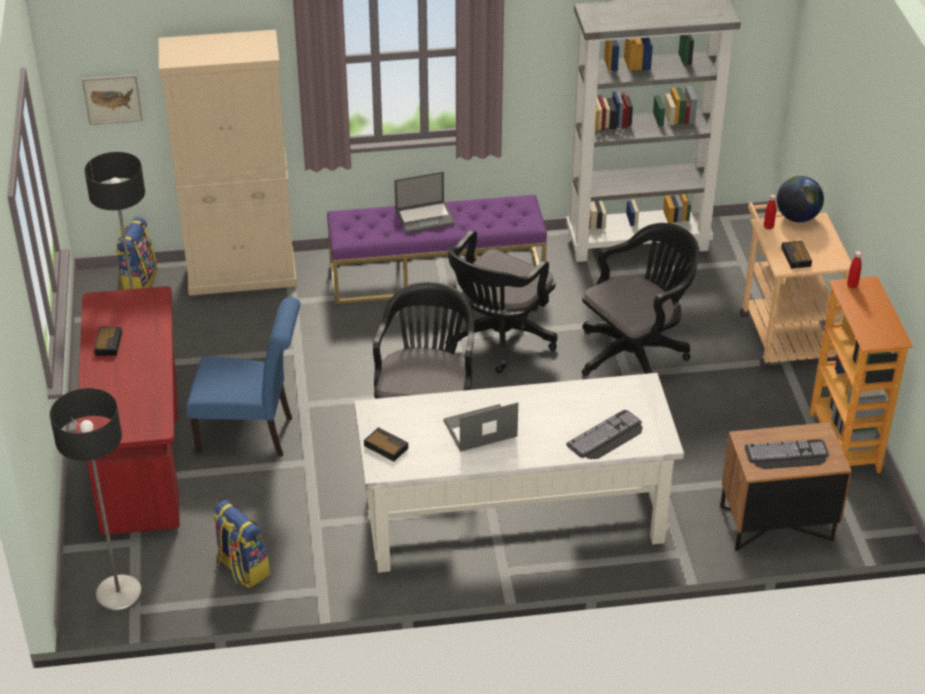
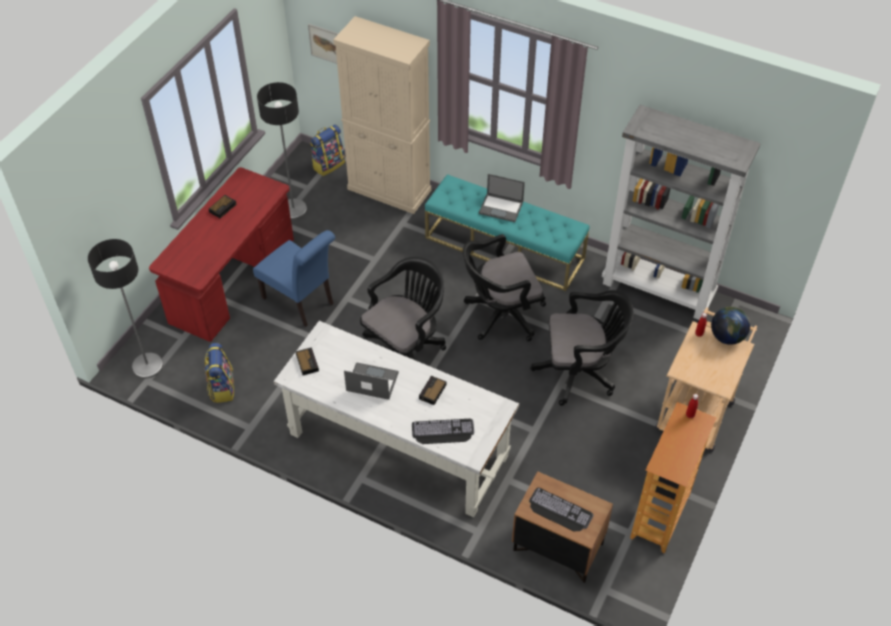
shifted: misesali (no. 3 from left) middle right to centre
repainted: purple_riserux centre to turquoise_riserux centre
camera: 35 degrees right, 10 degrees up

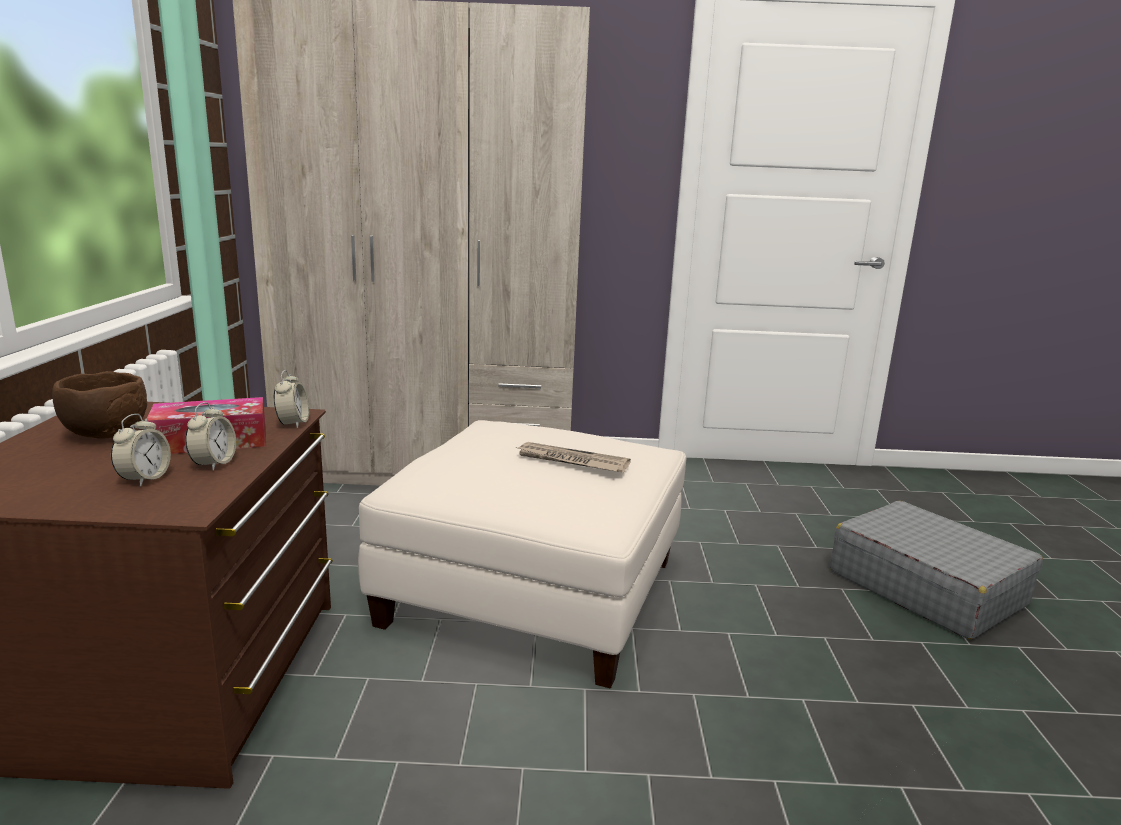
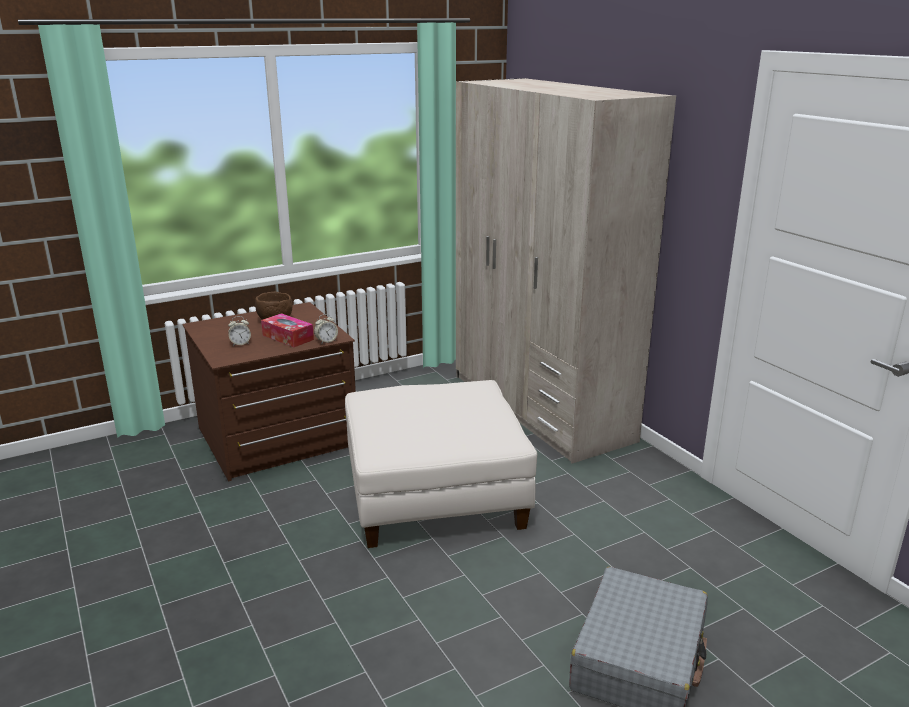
gone: misesali (no. 2 from left) middle left; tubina centre
camera: 60 degrees right, 5 degrees up

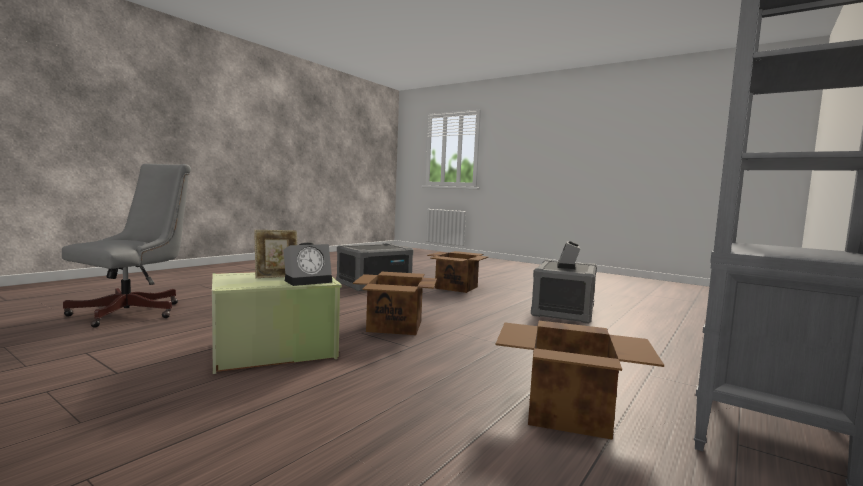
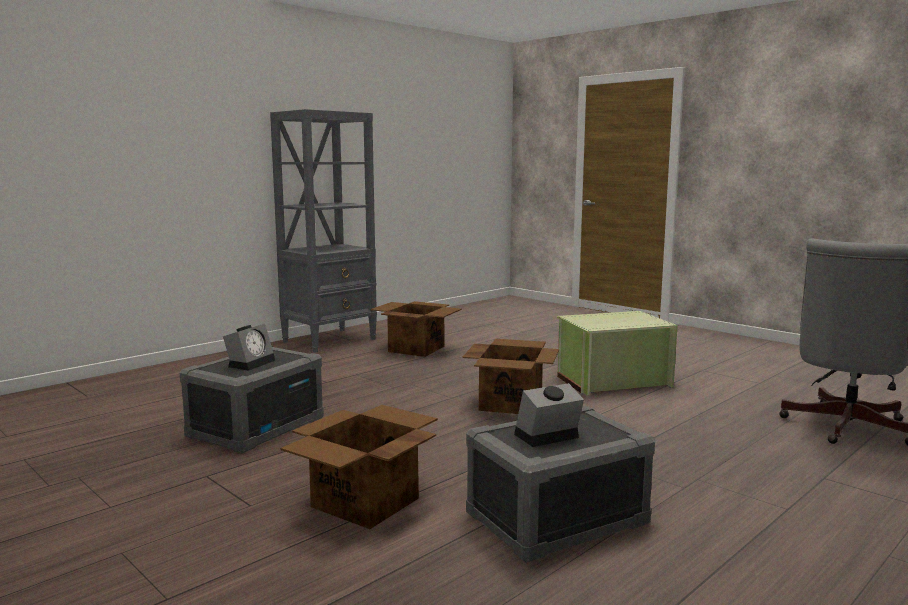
gone: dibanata middle left
shifted: misesali (no. 1 from left in the first image) centre to misesali (no. 2 from left) bottom centre
camera: 170 degrees left, 5 degrees up

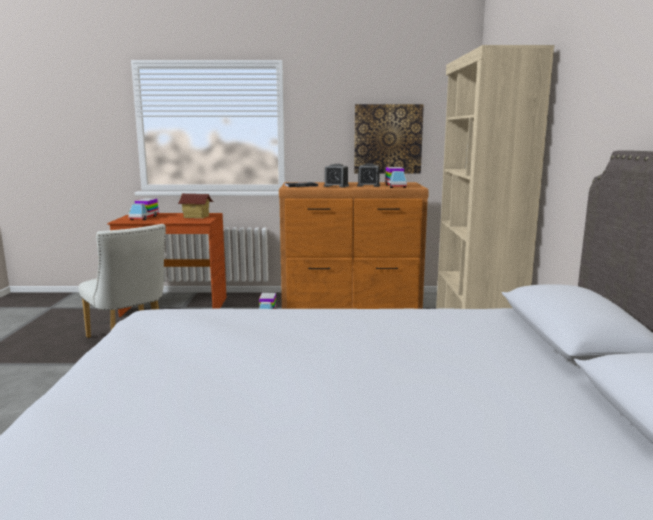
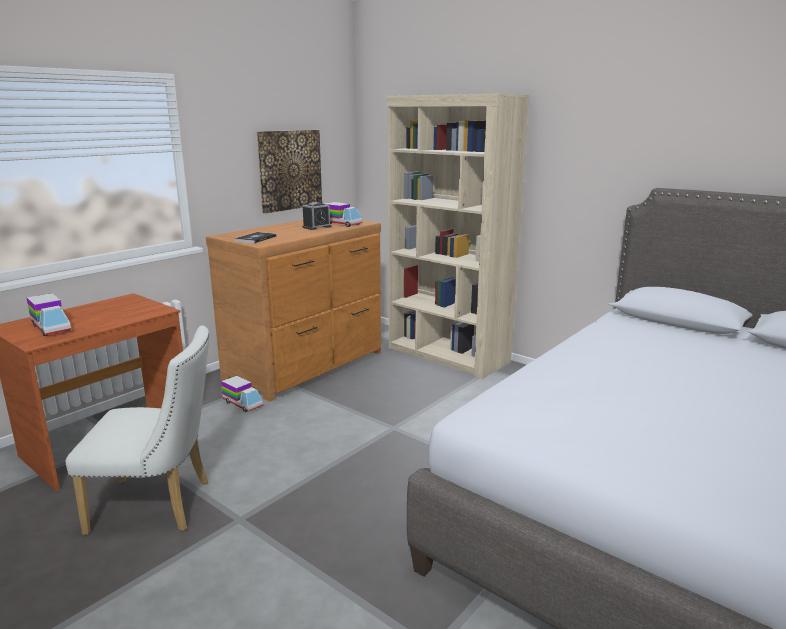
gone: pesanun middle left; misesali (no. 1 from left) centre
camera: 50 degrees left, 5 degrees up

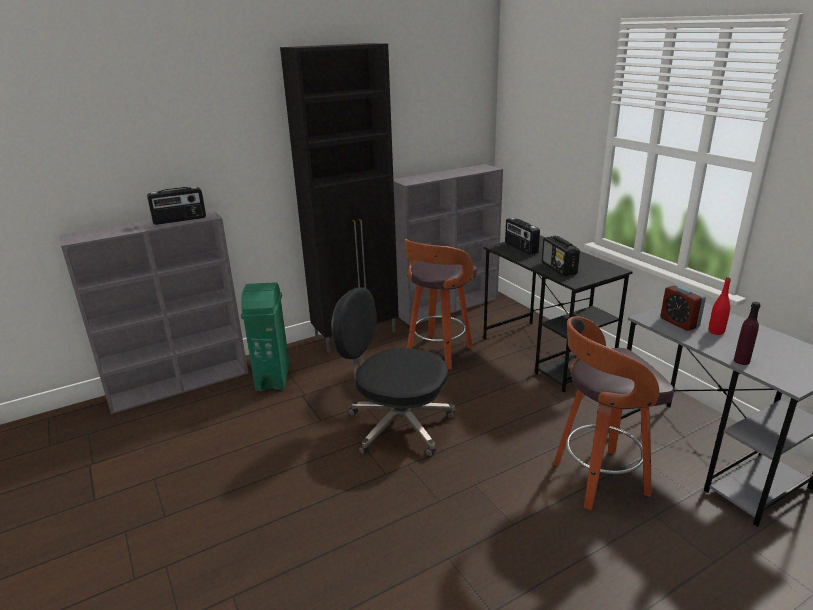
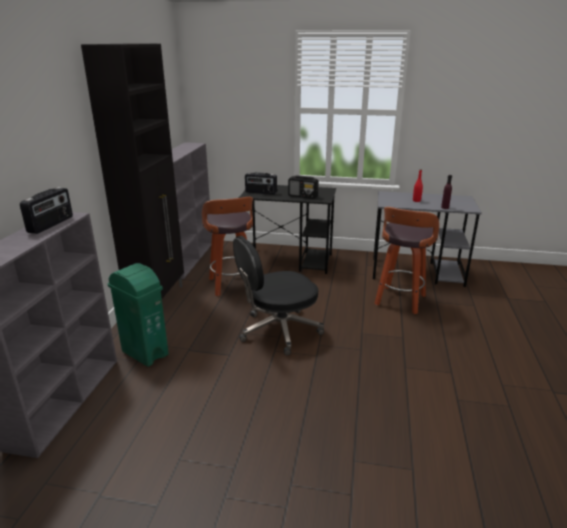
gone: misesali middle right
camera: 50 degrees left, 0 degrees up

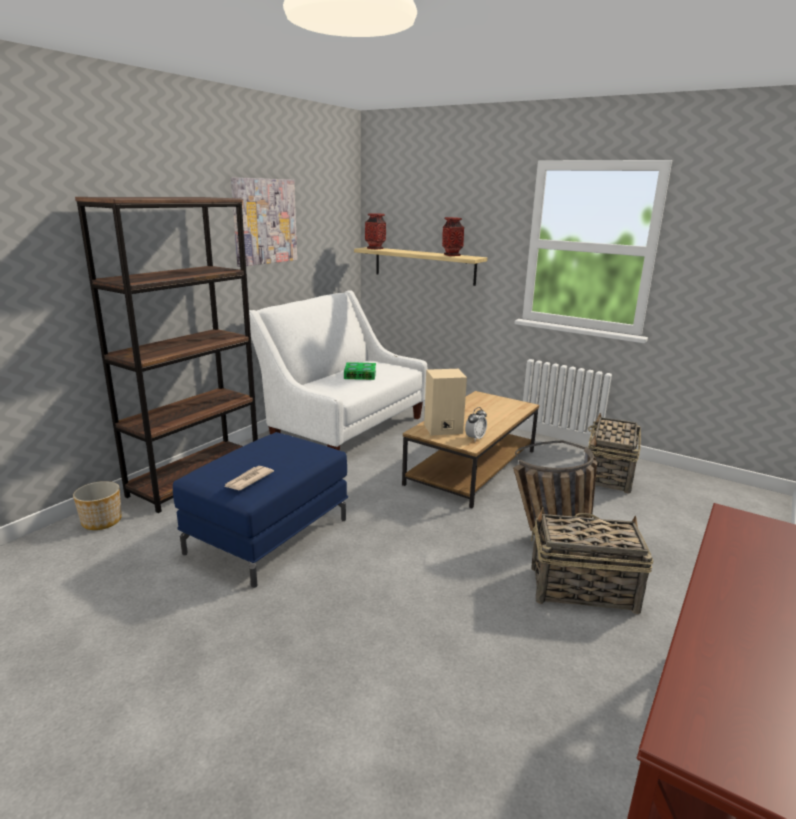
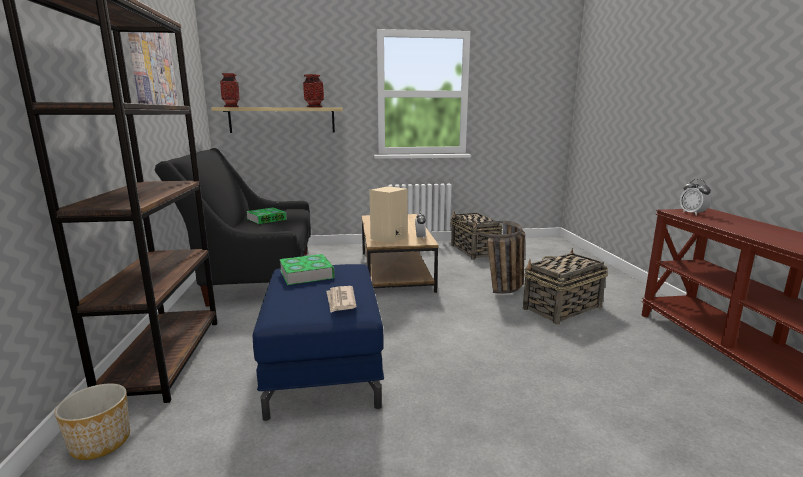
new: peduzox (no. 2 from left) centre; misesali (no. 2 from left) middle right
repainted: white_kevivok centre to black_kevivok middle left
camera: 40 degrees left, 5 degrees down

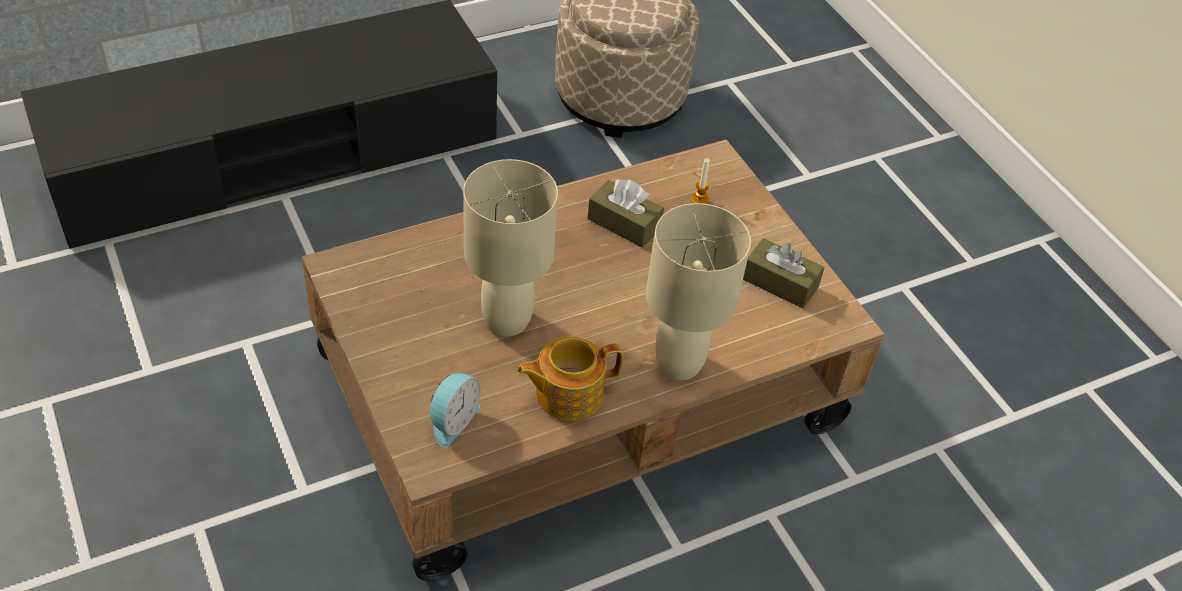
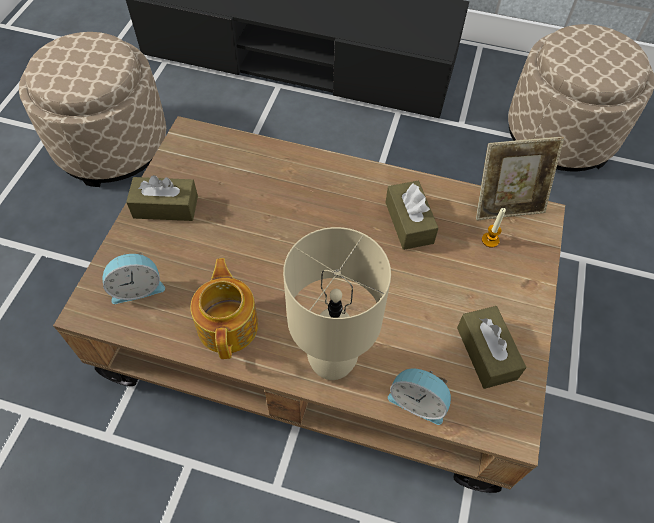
gone: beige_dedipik (no. 1 from left) centre
new: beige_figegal (no. 1 from left) top left; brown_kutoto (no. 1 from left) middle left; misesali (no. 2 from left) bottom centre; dibanata middle right
rotated: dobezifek centre = centre 60 degrees clockwise
camera: 45 degrees right, 10 degrees up

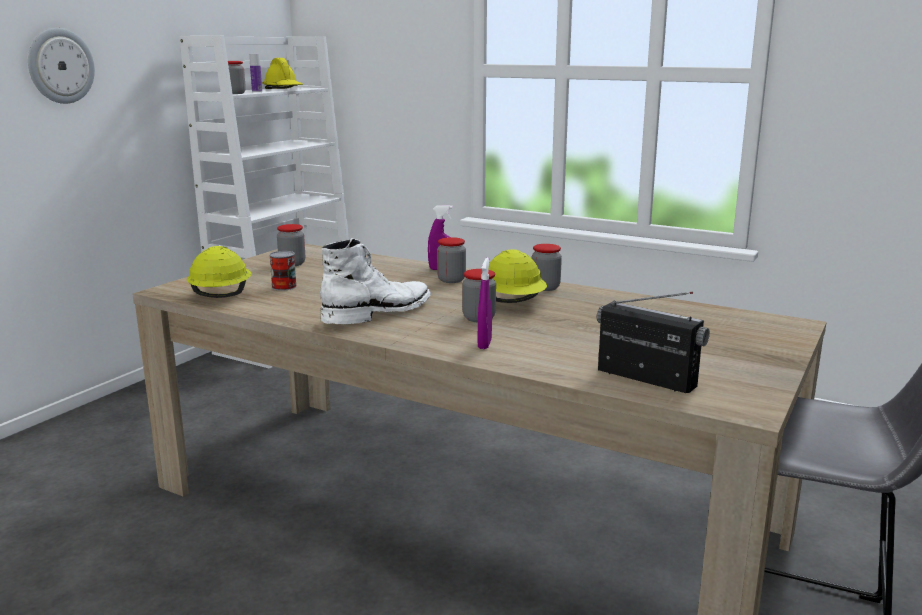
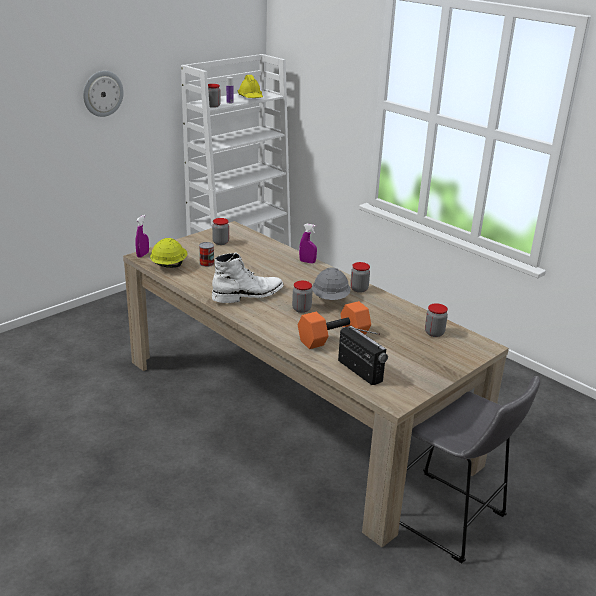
new: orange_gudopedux centre
shifted: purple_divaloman (no. 2 from left in the first image) centre to purple_divaloman (no. 1 from left) middle left; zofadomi (no. 3 from left in the first image) centre to zofadomi (no. 5 from left) middle right
repainted: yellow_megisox (no. 3 from left) centre to grey_megisox centre
camera: 15 degrees right, 10 degrees up

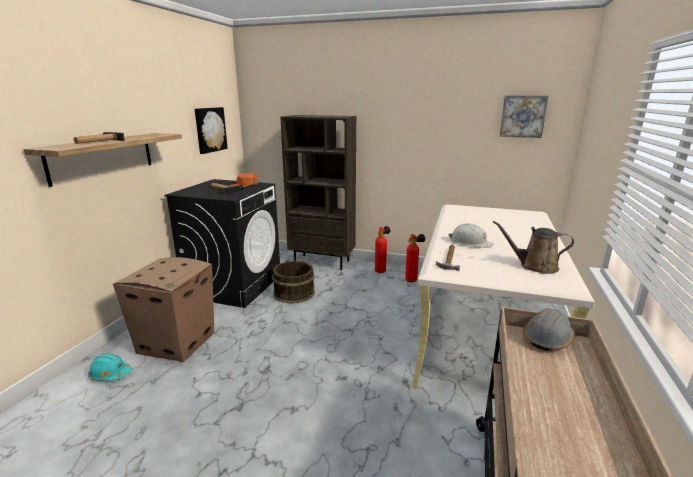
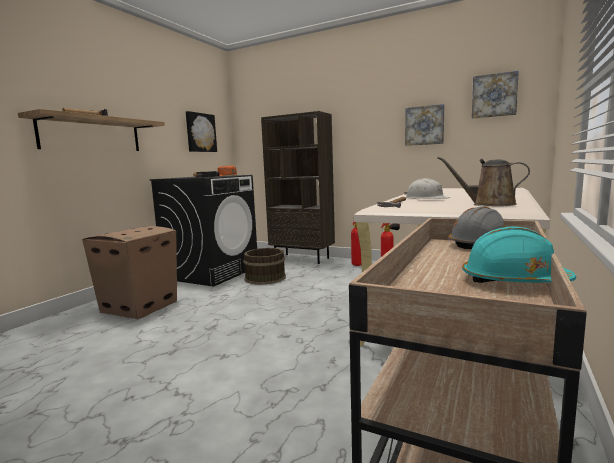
new: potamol (no. 2 from left) top right
shifted: turquoise_megisox bottom left to middle right
camera: 10 degrees right, 10 degrees down

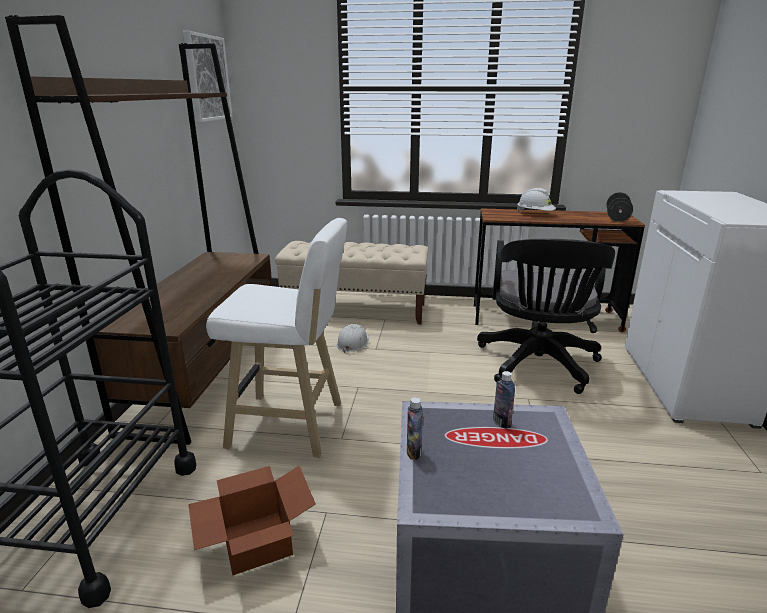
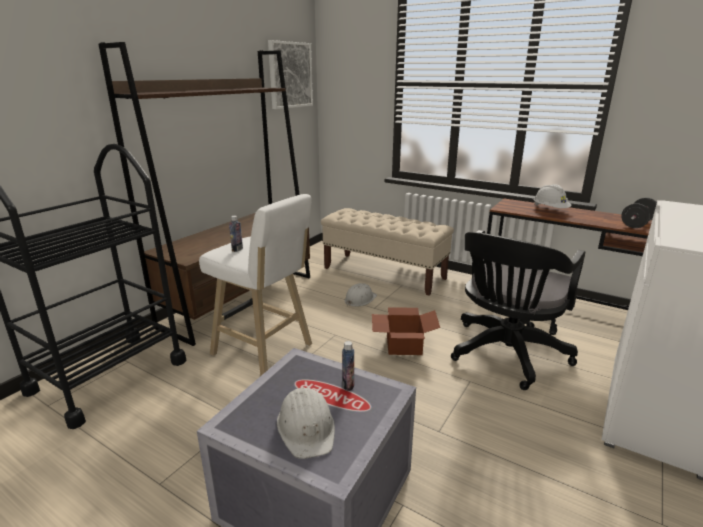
new: white_megisox (no. 1 from left) bottom centre
shifted: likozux (no. 1 from left) bottom centre to centre; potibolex bottom left to centre
camera: 25 degrees right, 0 degrees up

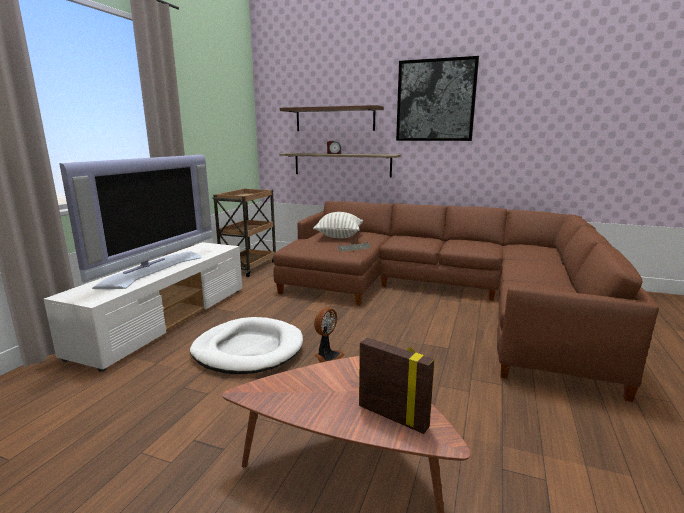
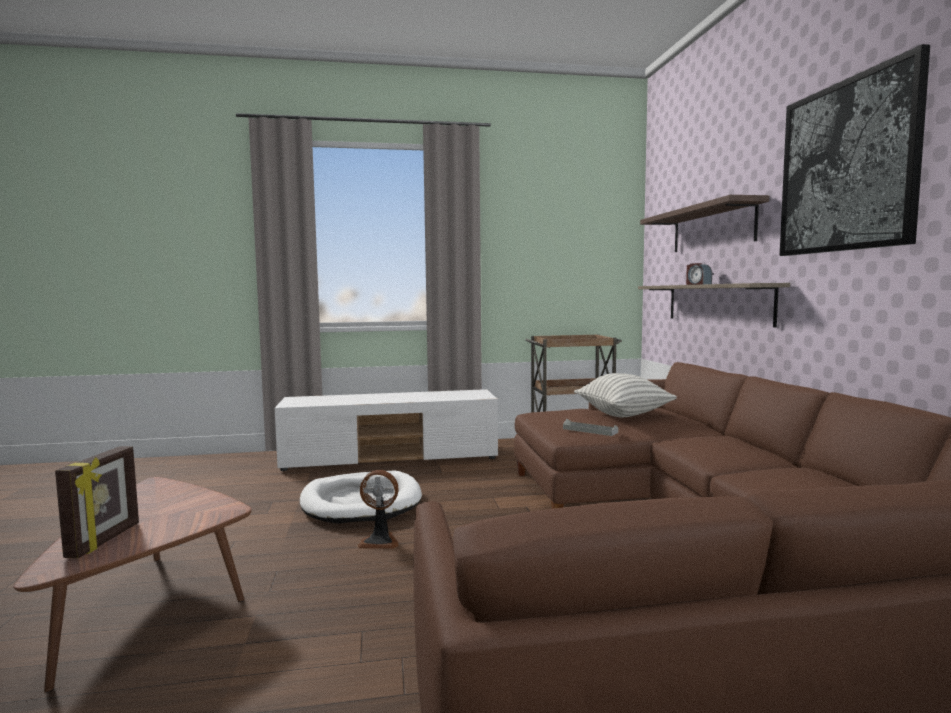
gone: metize middle left
camera: 60 degrees right, 10 degrees down

